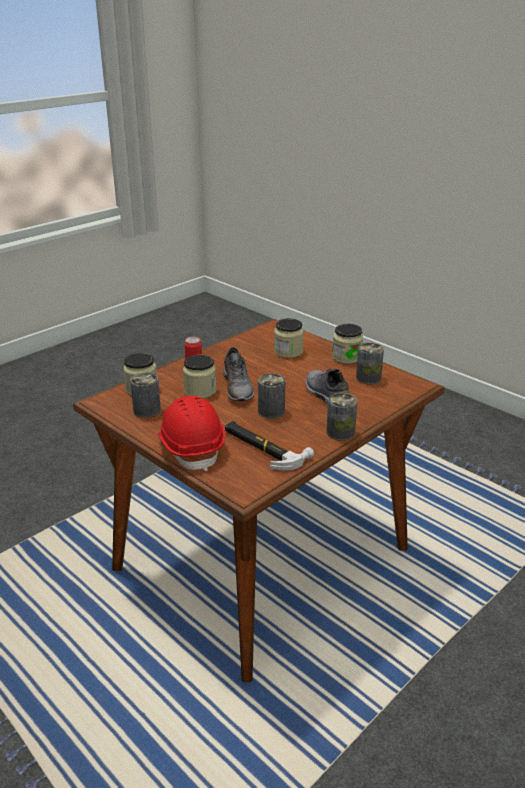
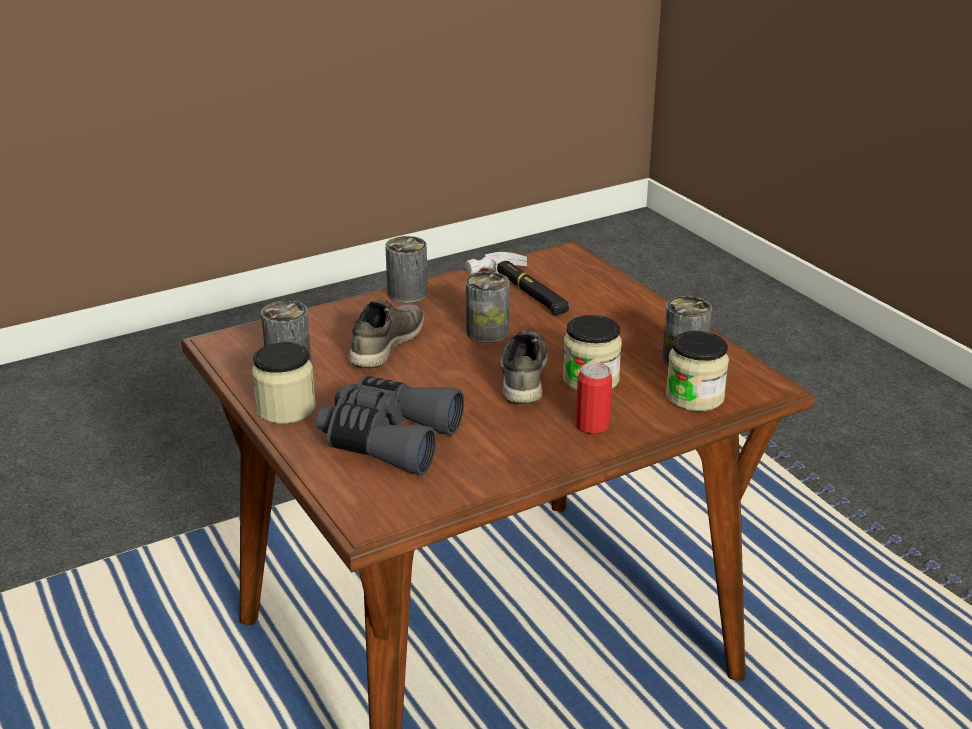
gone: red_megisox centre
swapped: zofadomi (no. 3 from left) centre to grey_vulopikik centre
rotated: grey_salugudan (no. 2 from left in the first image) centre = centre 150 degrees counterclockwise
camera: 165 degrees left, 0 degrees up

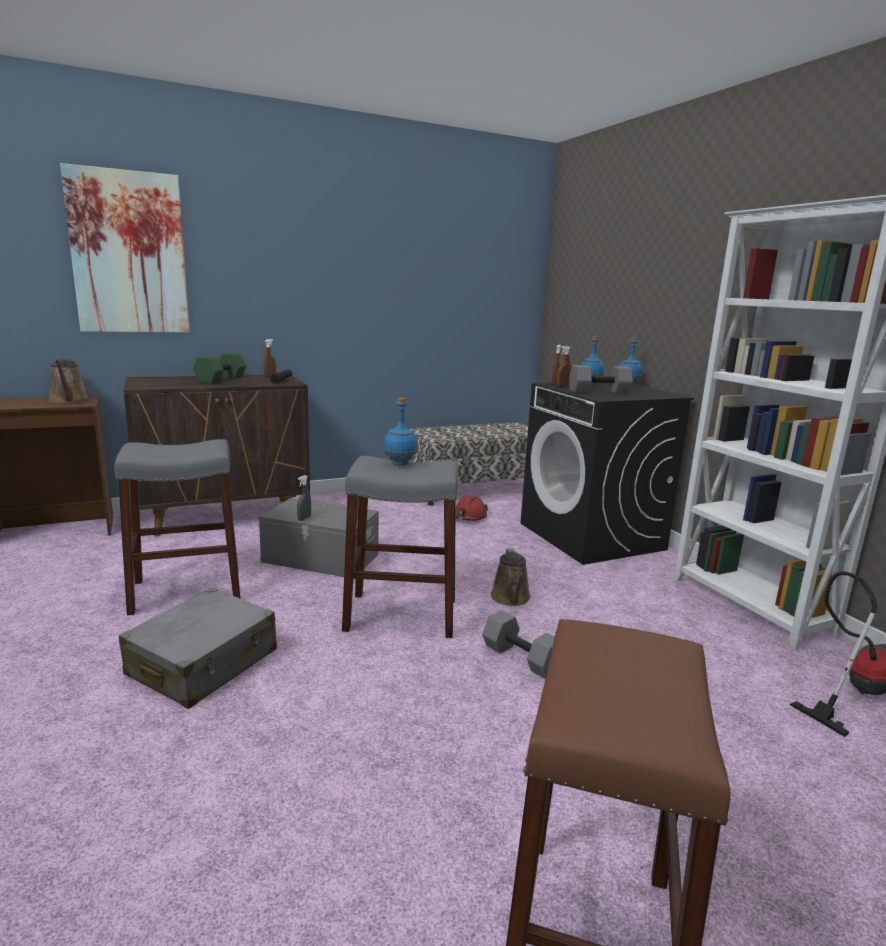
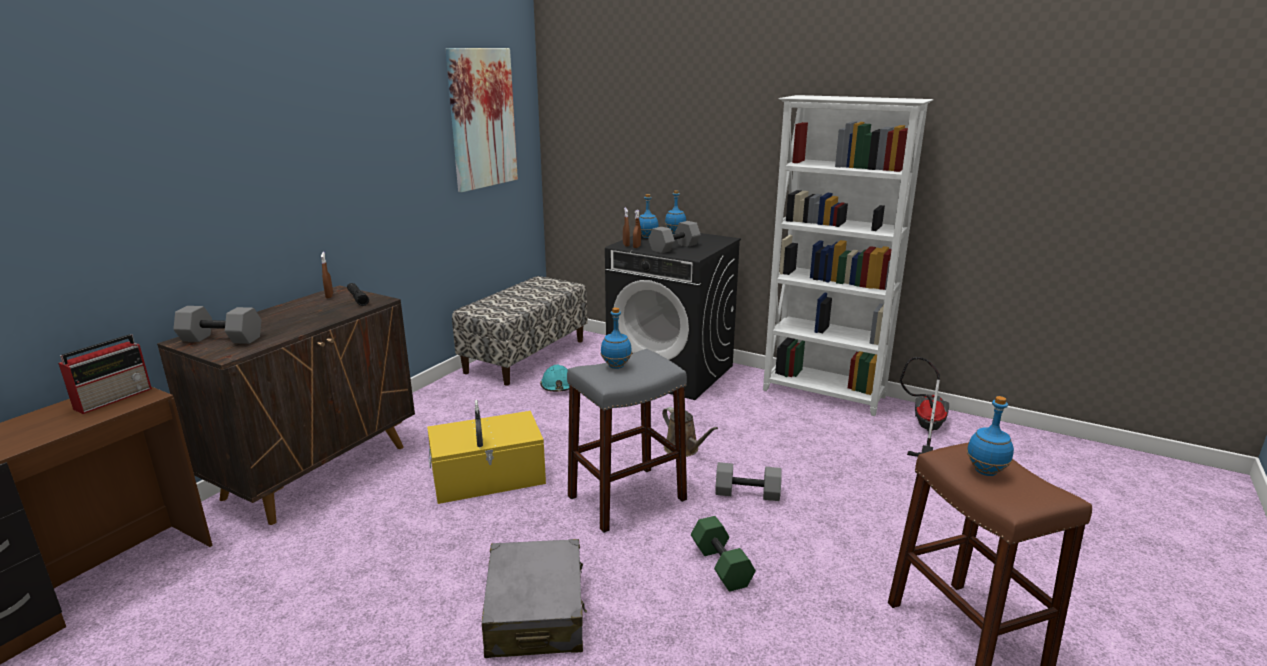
gone: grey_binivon (no. 1 from left) middle left
new: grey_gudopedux (no. 1 from left) middle left; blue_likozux (no. 4 from left) middle right
shifted: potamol top left to top centre; green_gudopedux middle left to bottom centre
swapped: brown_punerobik (no. 1 from left) middle left to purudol middle left
repainted: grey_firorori centre to yellow_firorori bottom centre; red_megisox centre to turquoise_megisox centre
camera: 35 degrees left, 5 degrees up

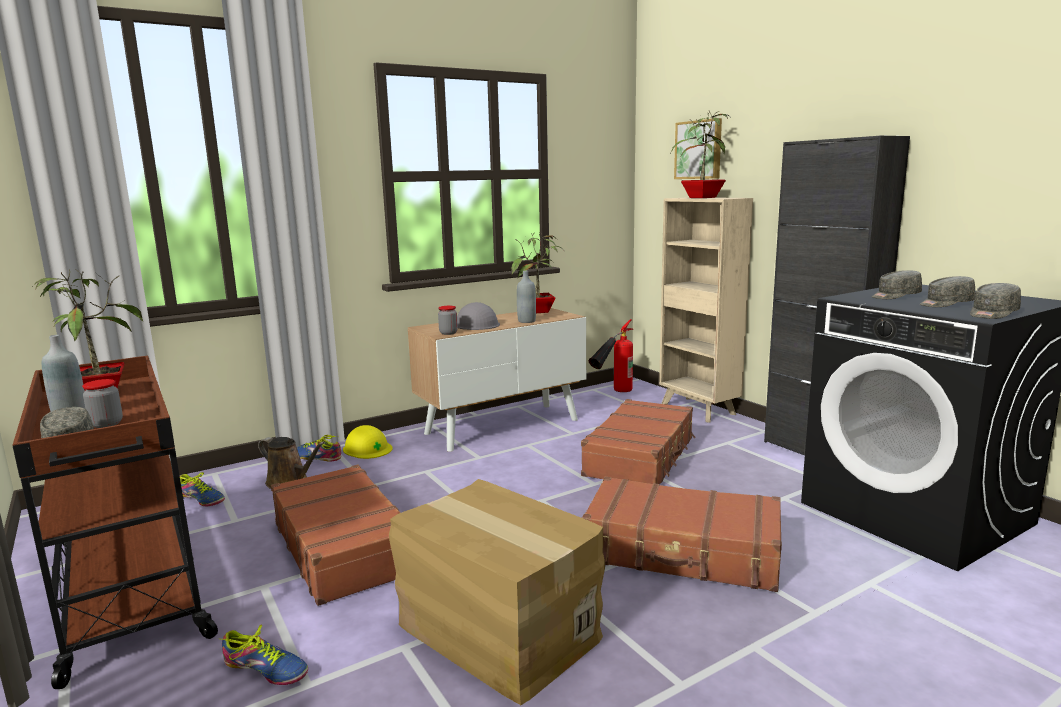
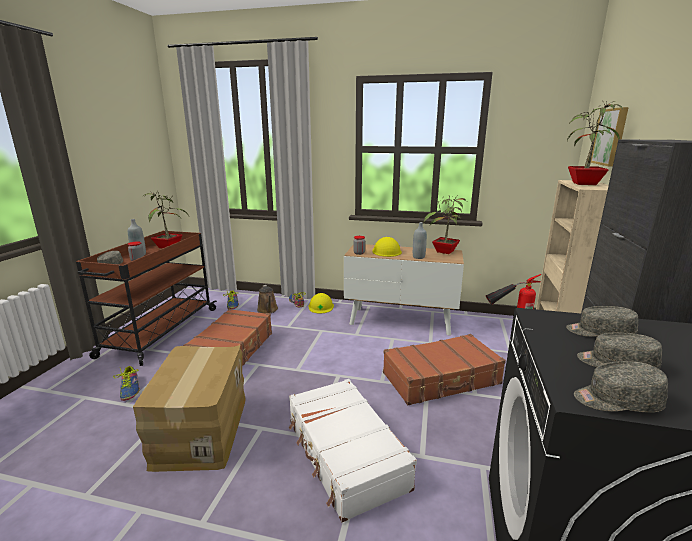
repainted: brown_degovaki (no. 3 from left) bottom centre to white_degovaki bottom centre; grey_megisox centre to yellow_megisox (no. 2 from left) centre
camera: 45 degrees right, 5 degrees up

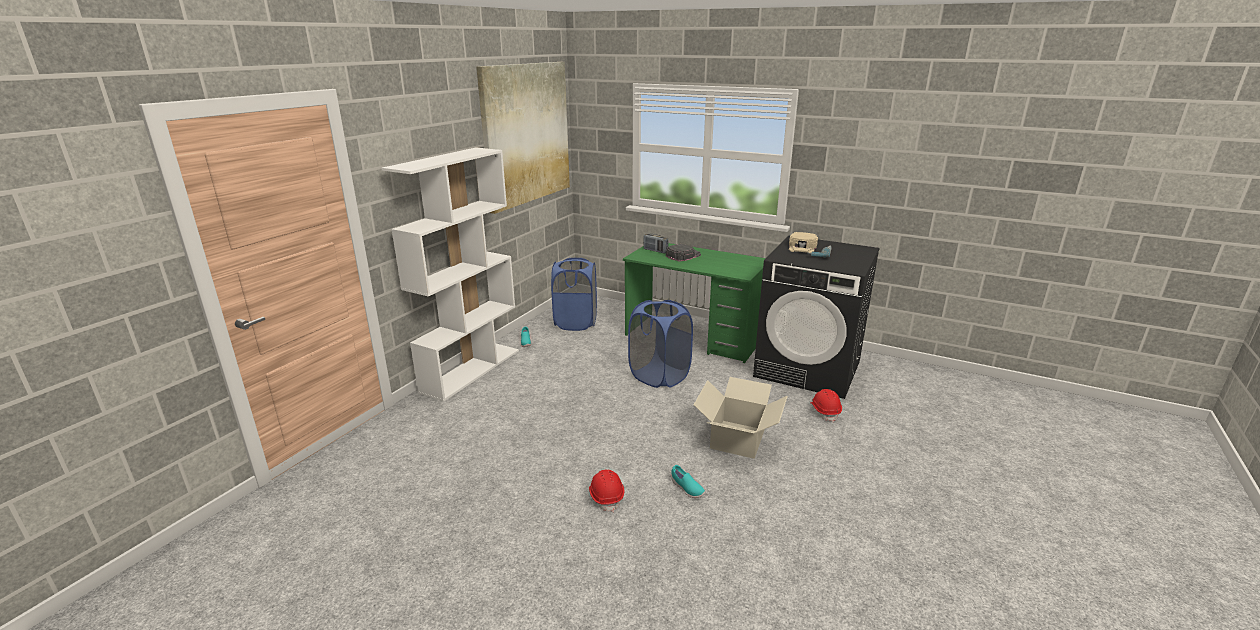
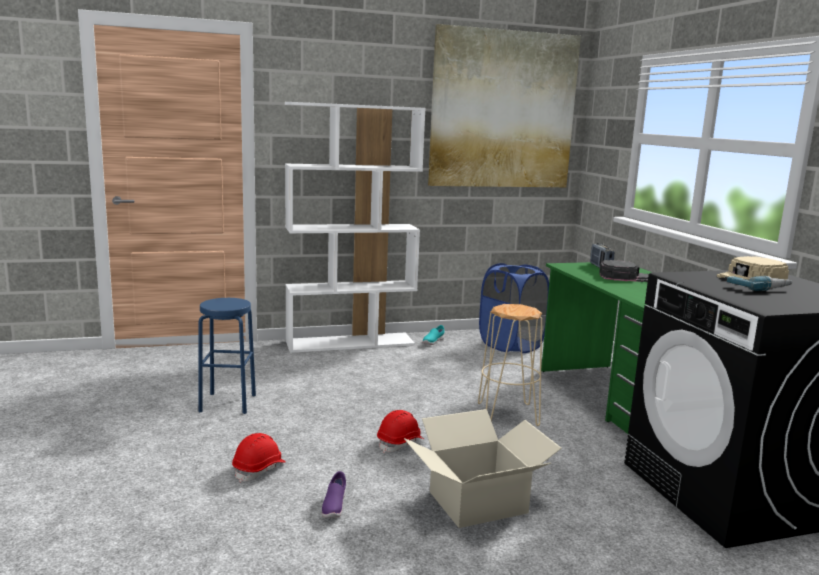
new: blue_binivon middle left
shifted: red_megisox (no. 2 from left) centre to bottom centre
swapped: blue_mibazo (no. 2 from left) centre to beige_binivon centre
repainted: turquoise_salugudan (no. 2 from left) bottom centre to purple_salugudan bottom centre
camera: 45 degrees right, 10 degrees down

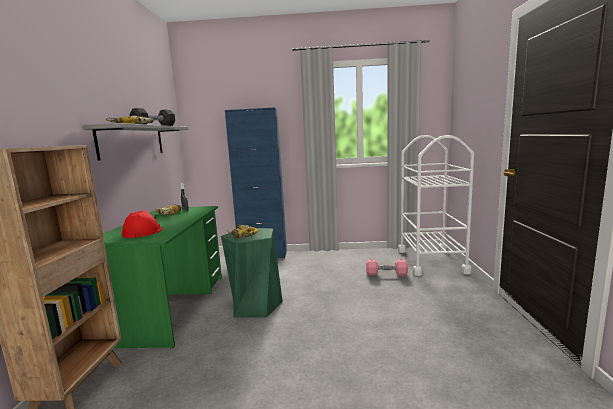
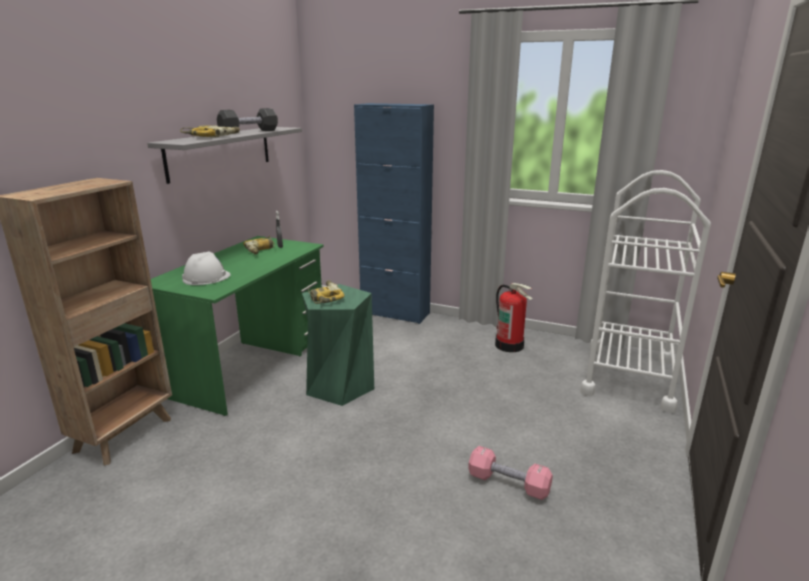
new: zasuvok centre
shifted: pink_gudopedux centre to bottom centre
repainted: red_megisox middle left to white_megisox middle left
camera: 20 degrees right, 10 degrees up

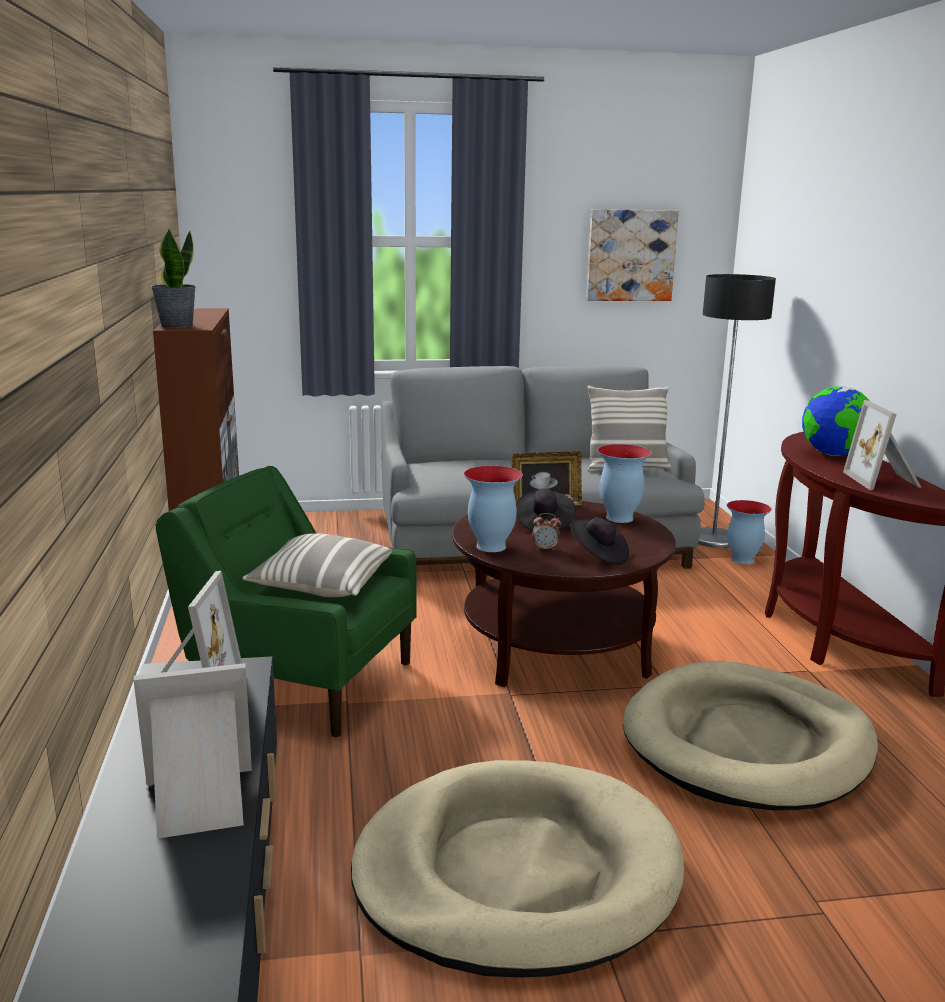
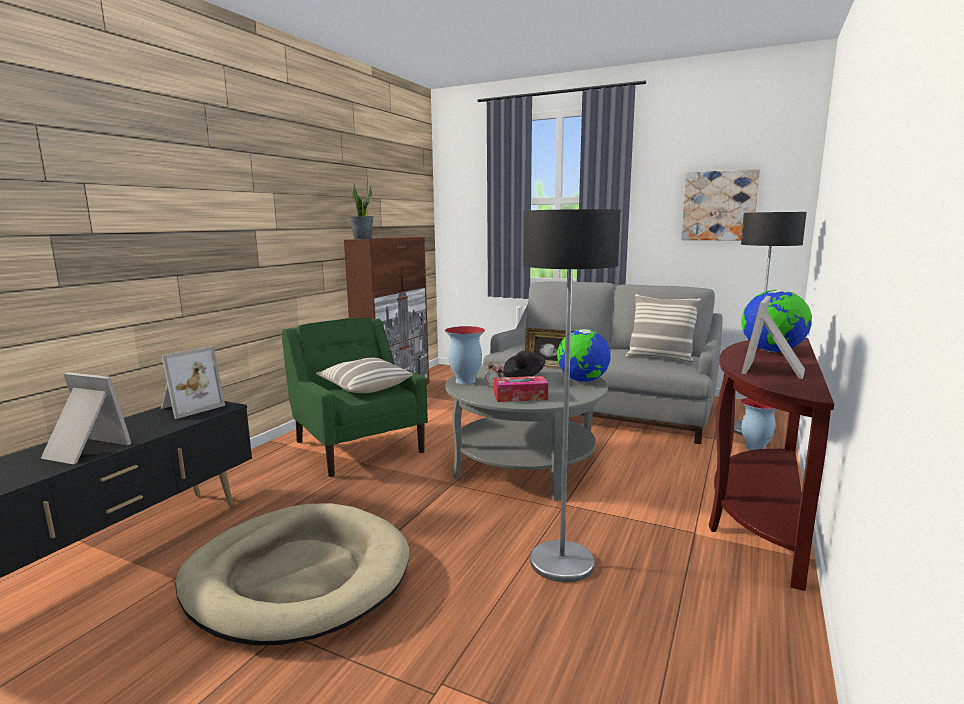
swapped: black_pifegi (no. 2 from left) centre to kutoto centre; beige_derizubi (no. 2 from left) bottom right to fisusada (no. 1 from left) centre; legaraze (no. 2 from left) centre to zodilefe (no. 1 from left) centre
repainted: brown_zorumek centre to grey_zorumek centre
camera: 35 degrees right, 5 degrees down

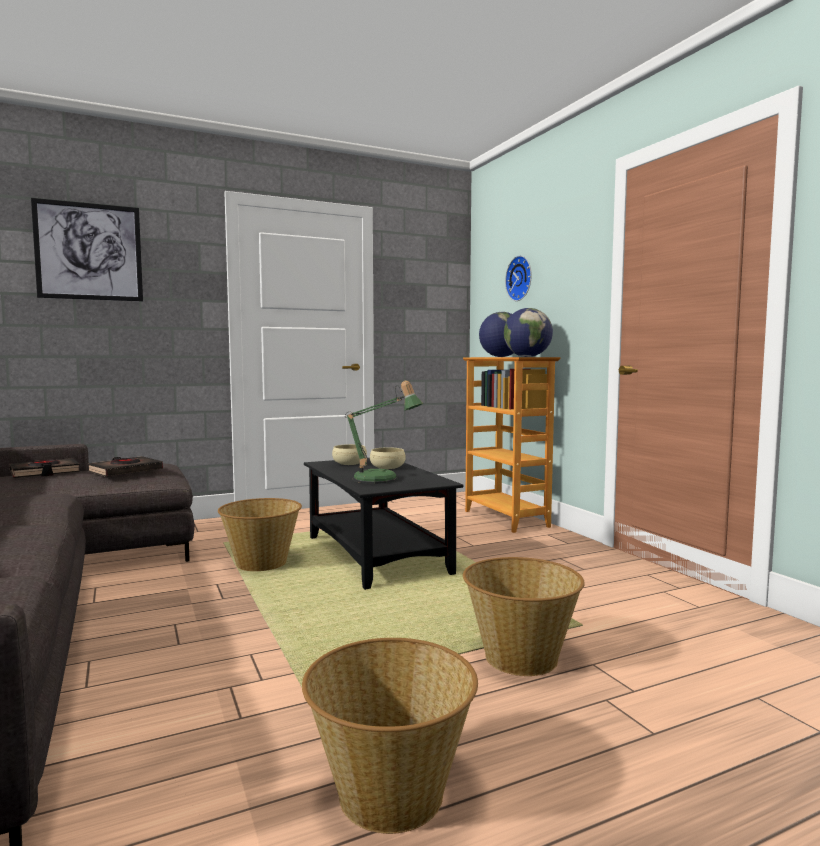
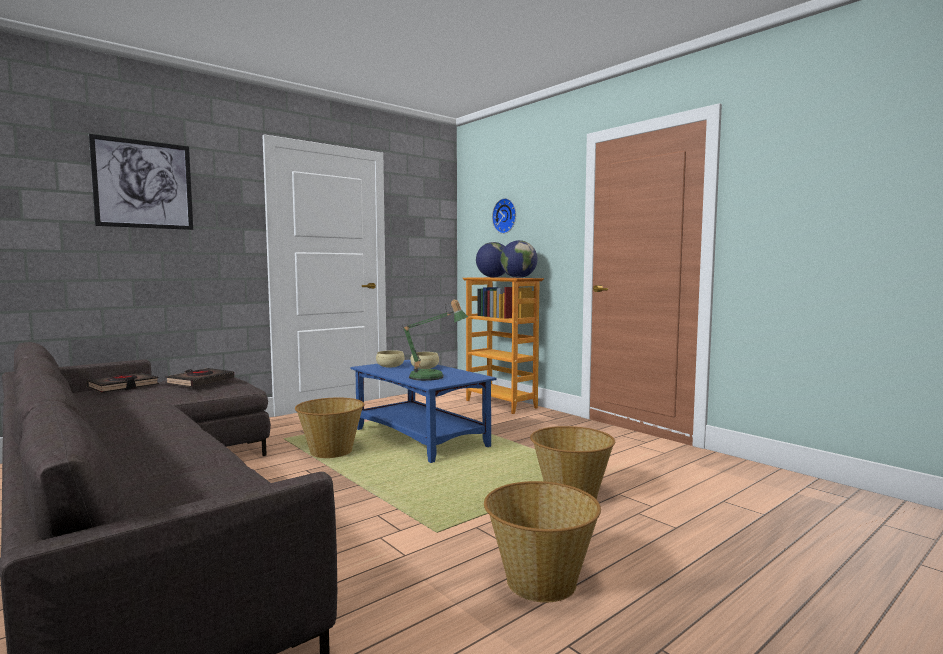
repainted: black_zorumek centre to blue_zorumek centre
camera: 15 degrees left, 0 degrees up

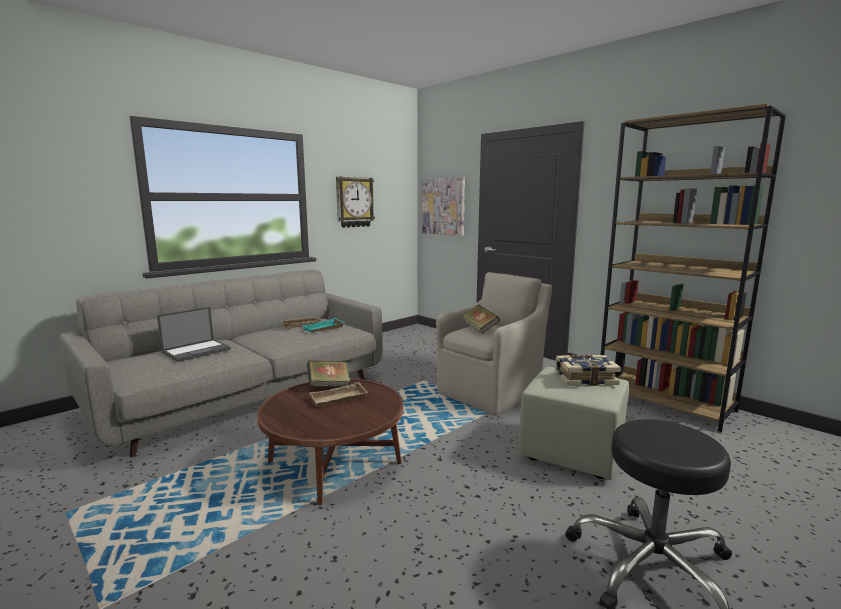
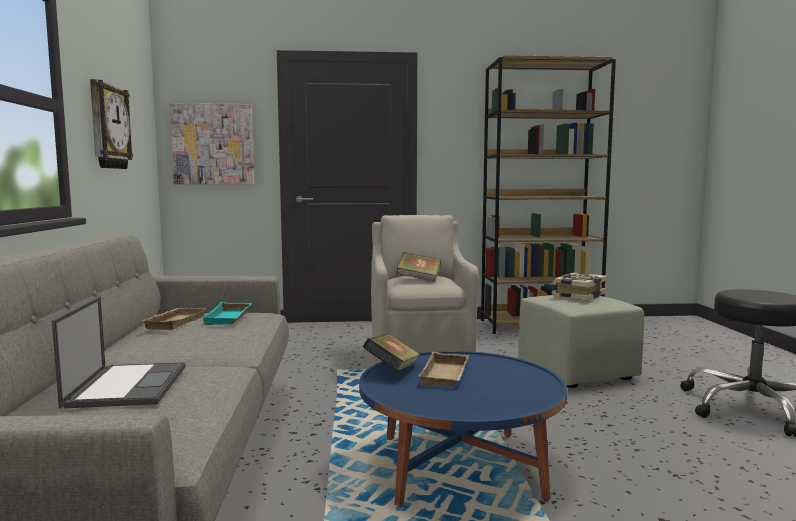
repainted: brown_zorumek bottom centre to blue_zorumek bottom centre
camera: 50 degrees left, 5 degrees down

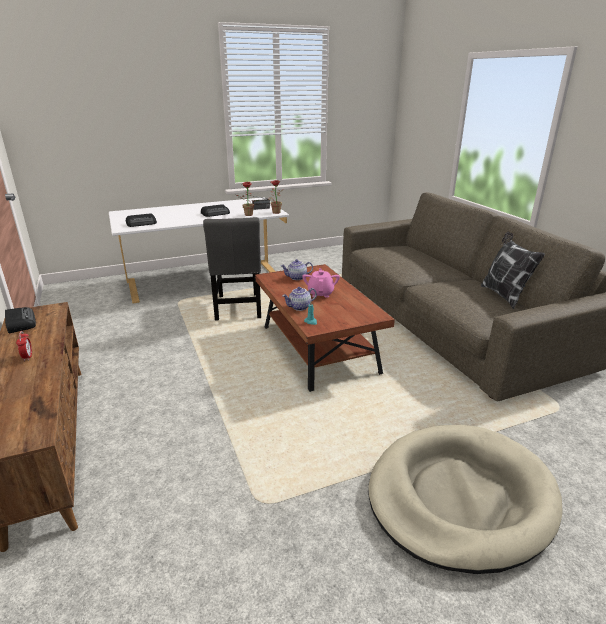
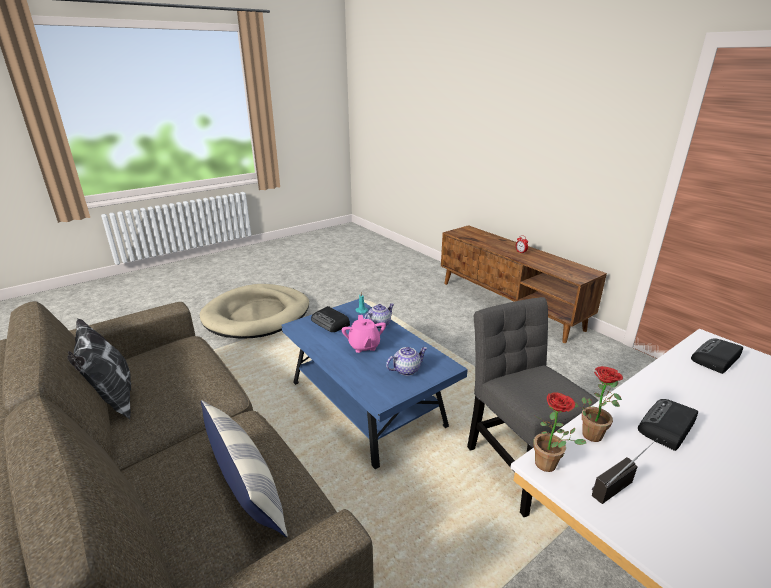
new: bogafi (no. 2 from left) bottom left
shifted: purudol (no. 1 from left) middle left to centre
repainted: brown_zorumek centre to blue_zorumek centre
camera: 165 degrees right, 0 degrees up

